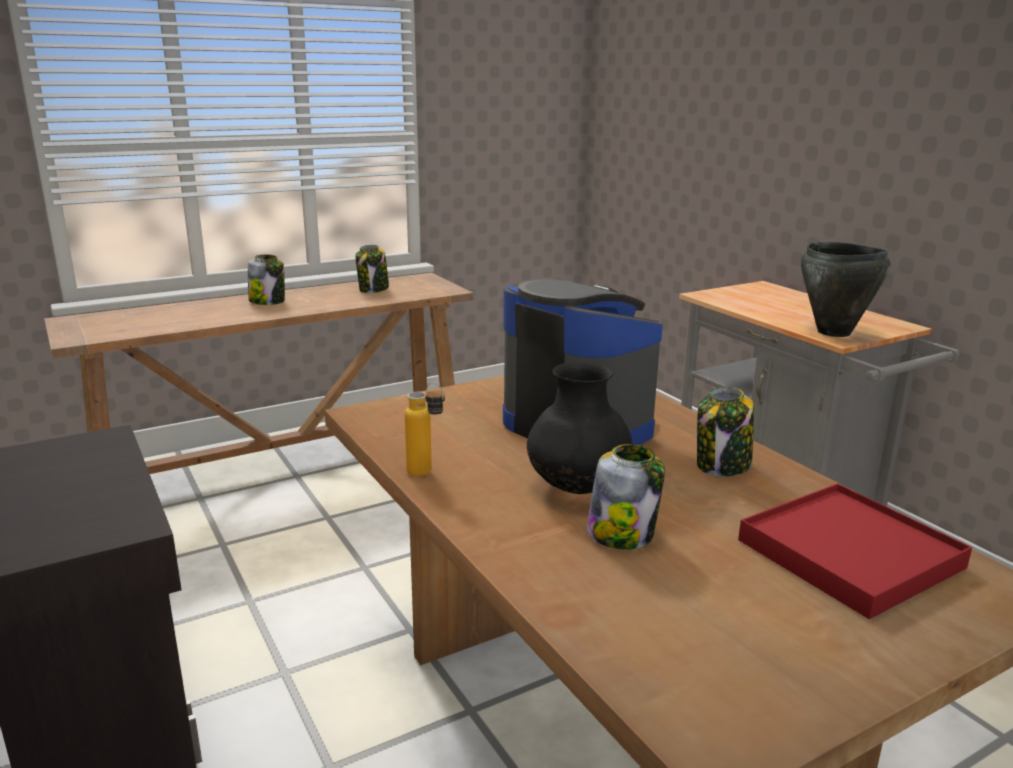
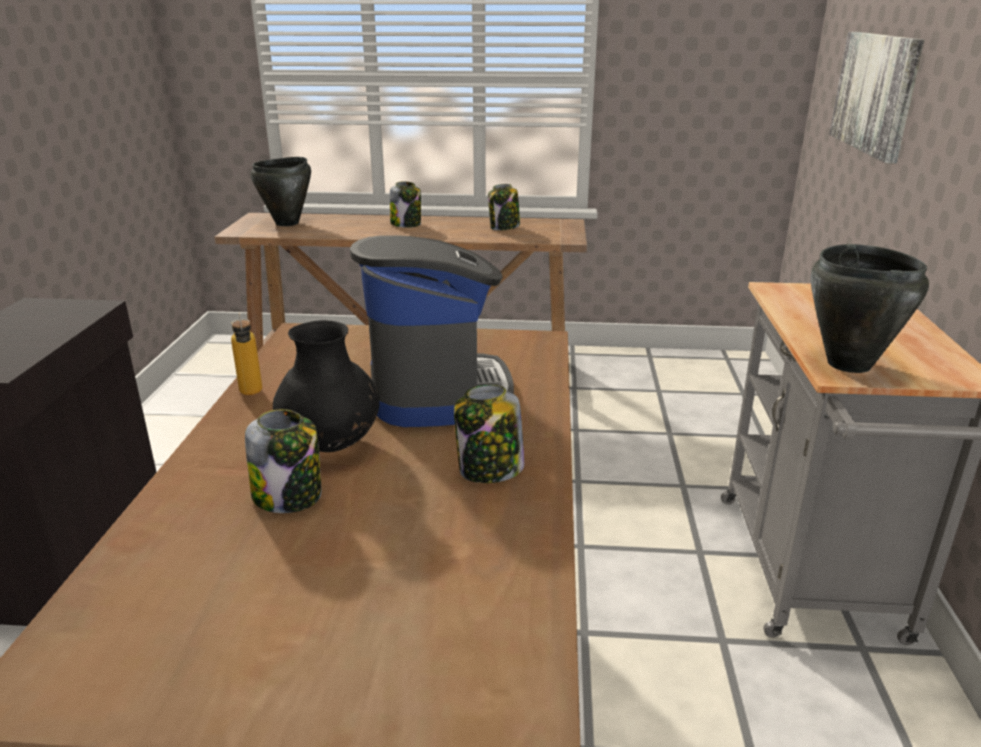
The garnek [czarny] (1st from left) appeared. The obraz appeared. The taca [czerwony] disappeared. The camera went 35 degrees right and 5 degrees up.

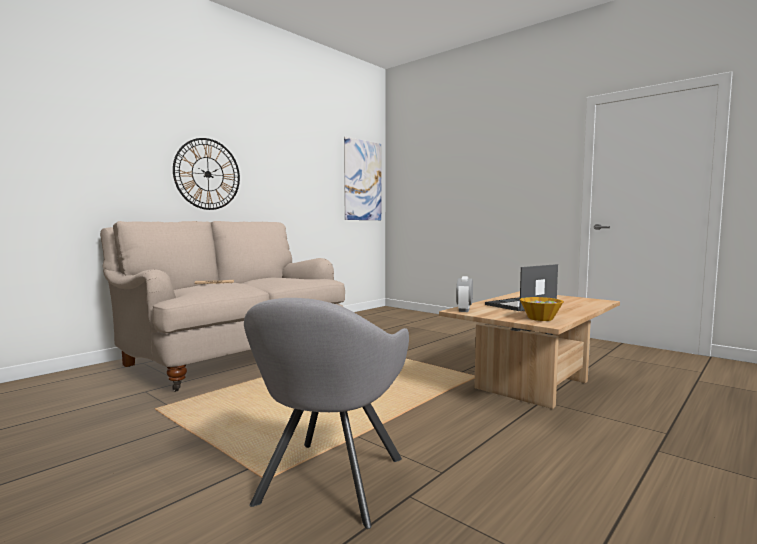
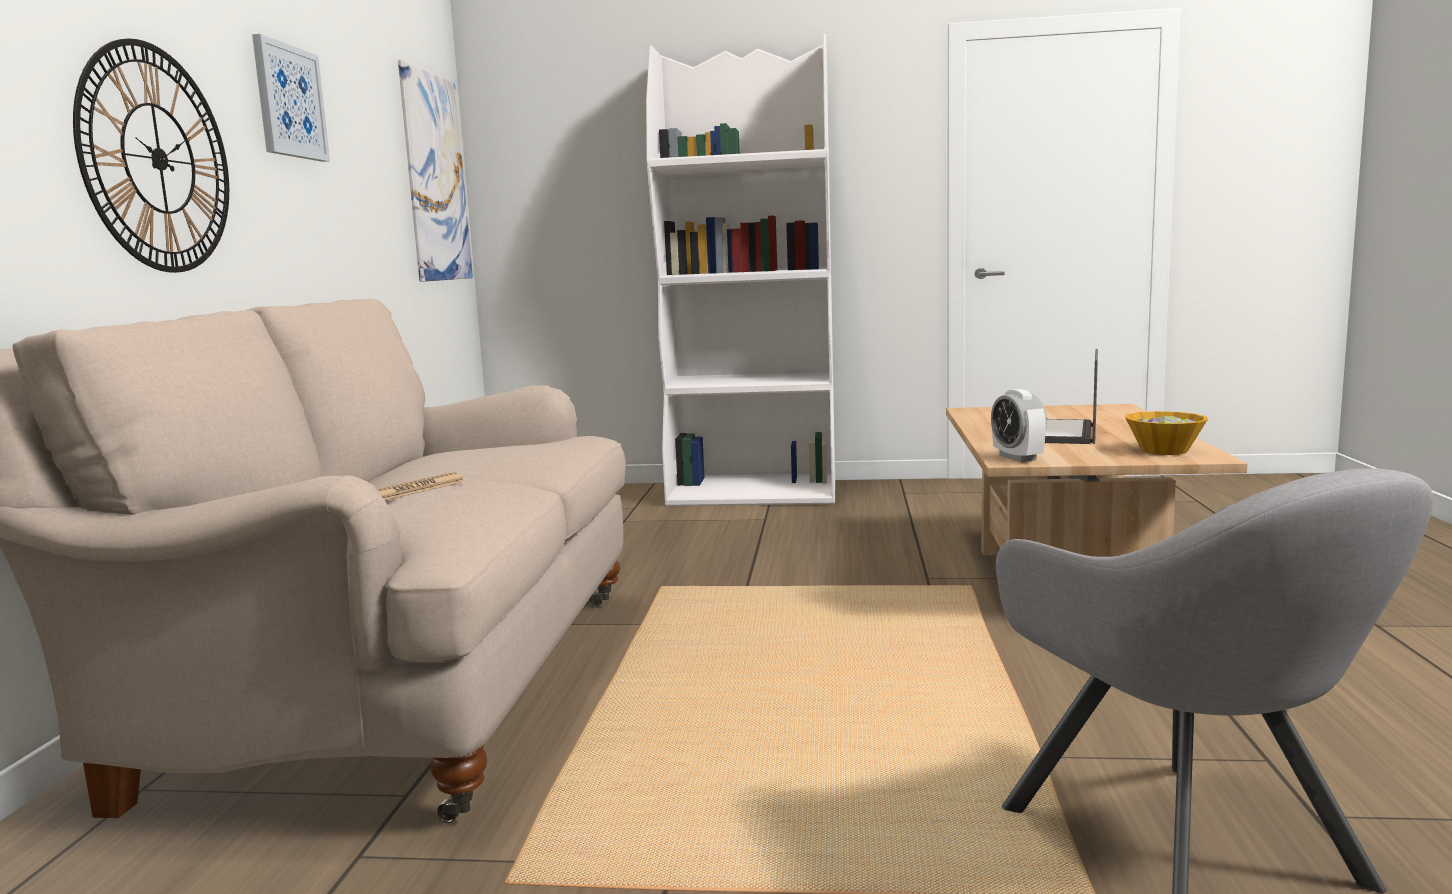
The obraz (1st from left) appeared. The regał [biały] appeared. The camera went 35 degrees left and 5 degrees up.

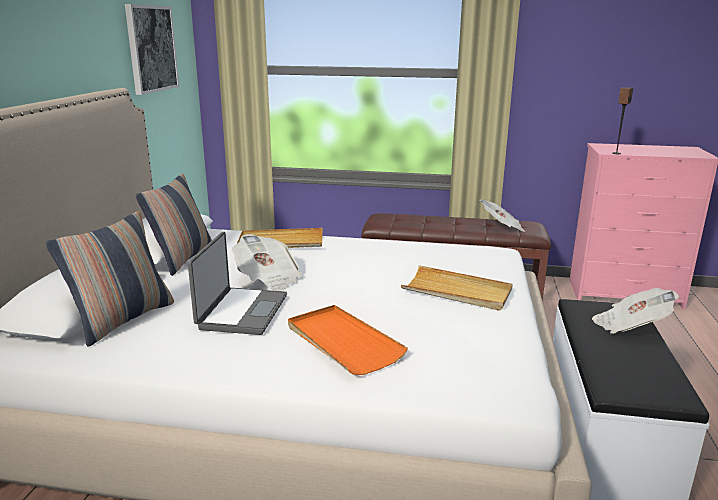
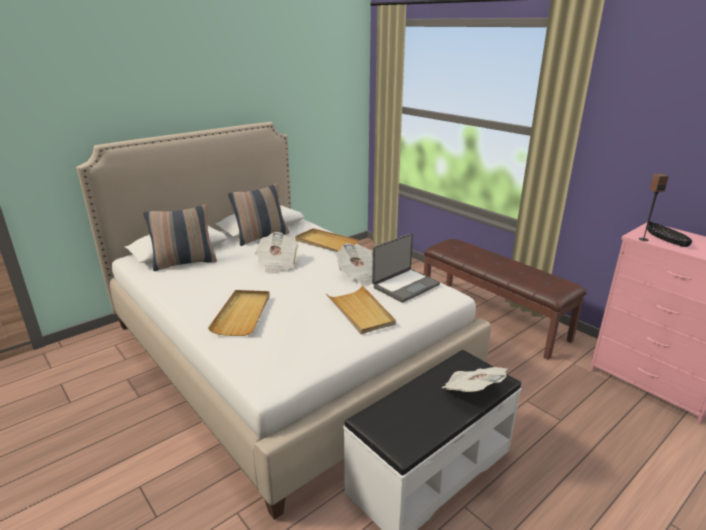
The taca [pomarańczowy] became the taca [beżowy] (1st from left). The gazeta (2nd from left) moved. The laptop moved. The miska [czarny] appeared. The obraz disappeared. The camera went 40 degrees right and 5 degrees up.

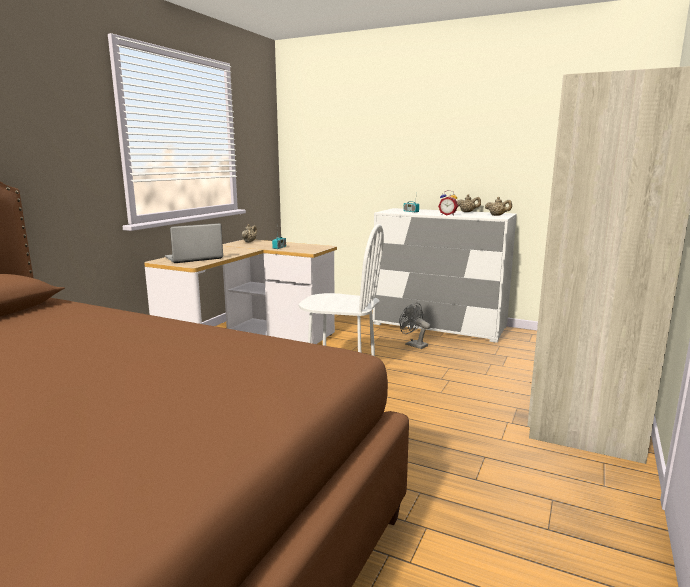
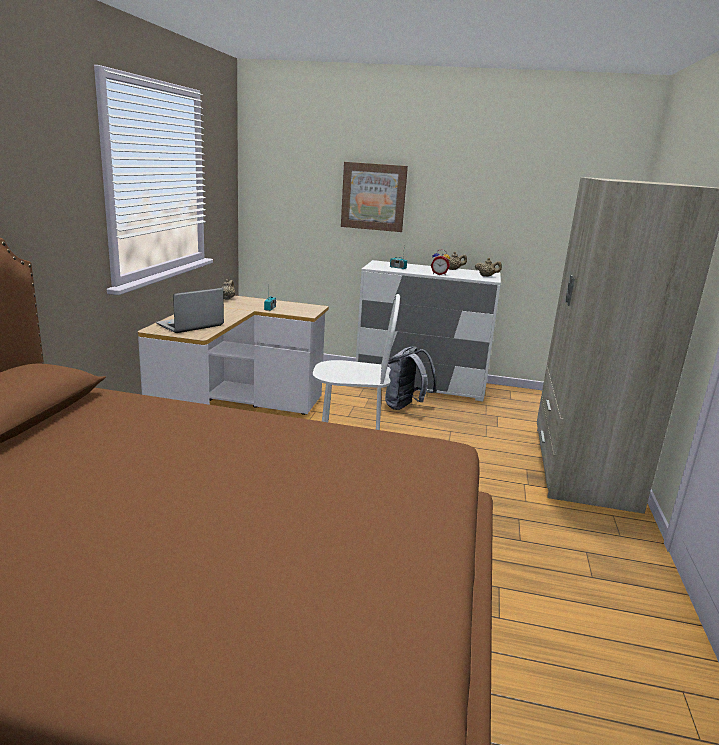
The obraz appeared. The wentylator [szary] was replaced by the plecak [szary]. The camera went 15 degrees left and 5 degrees up.

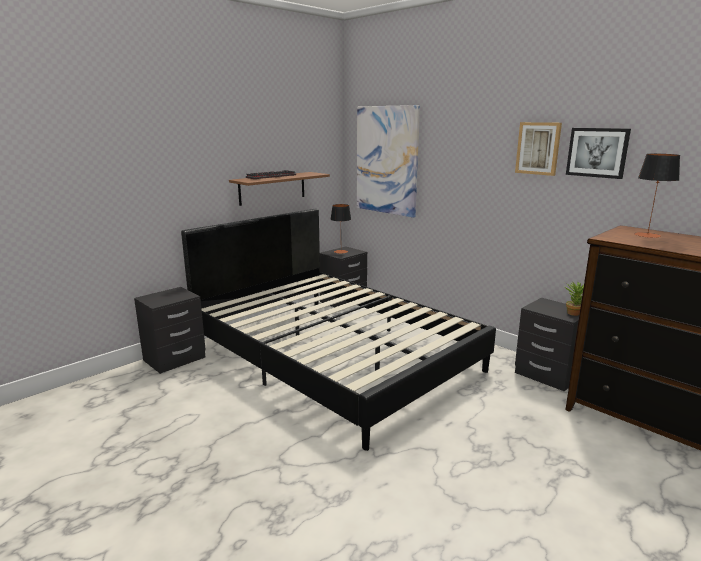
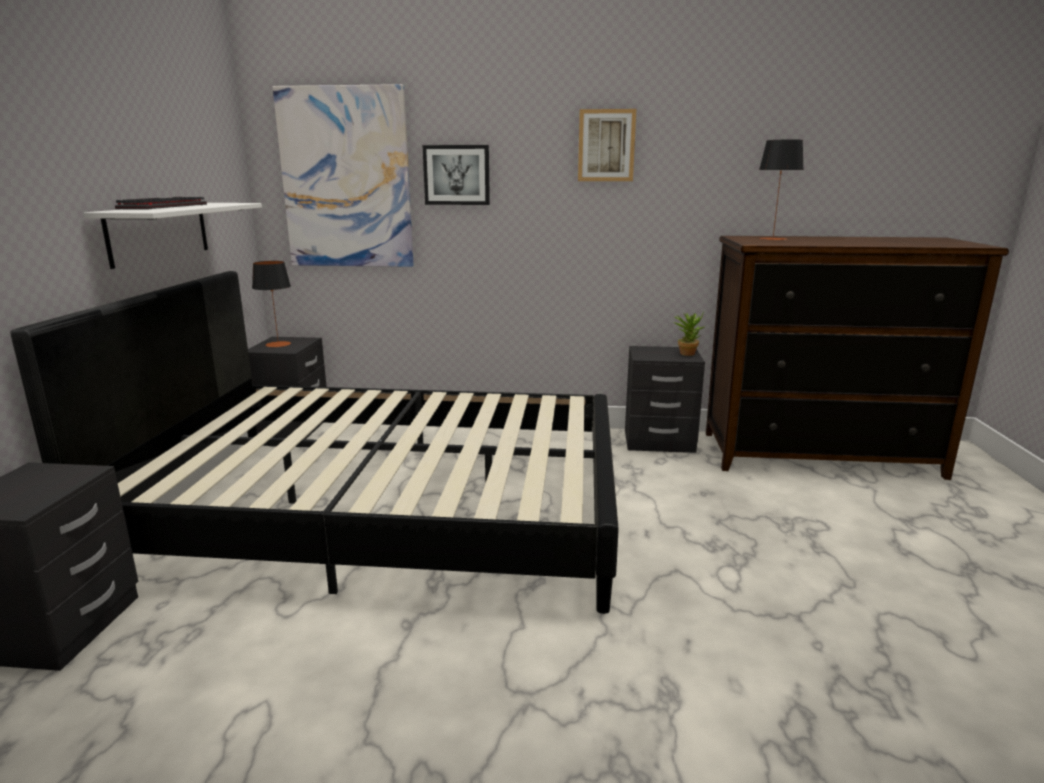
The półka [brązowy] became the półka [biały]. The obraz (3rd from left in the first image) moved. The camera went 40 degrees left and 0 degrees up.

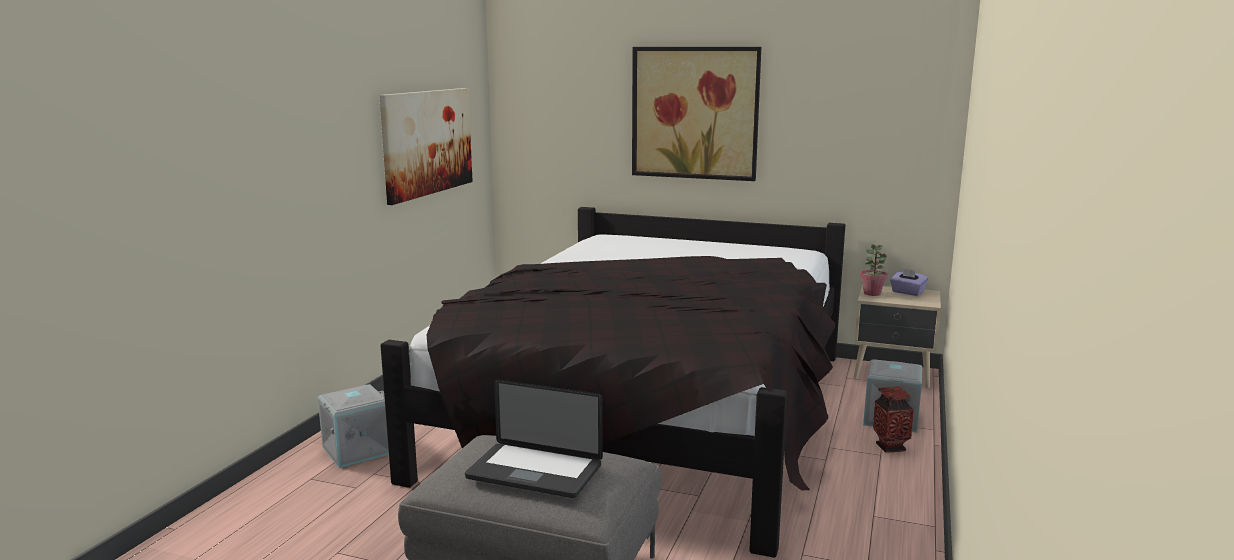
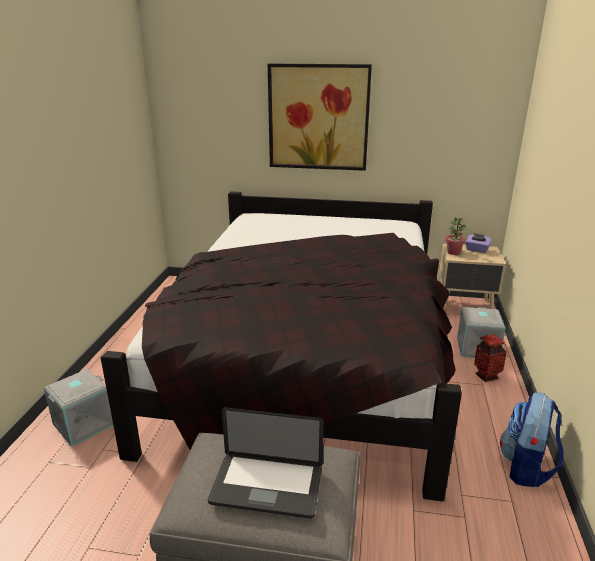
The plecak appeared. The obraz (1st from left) disappeared. The camera went 10 degrees left and 10 degrees up.

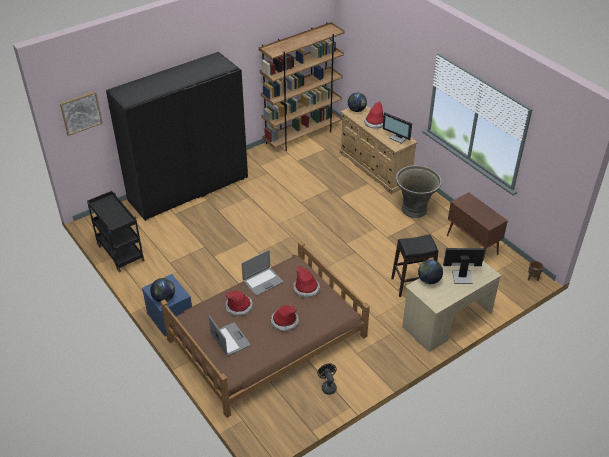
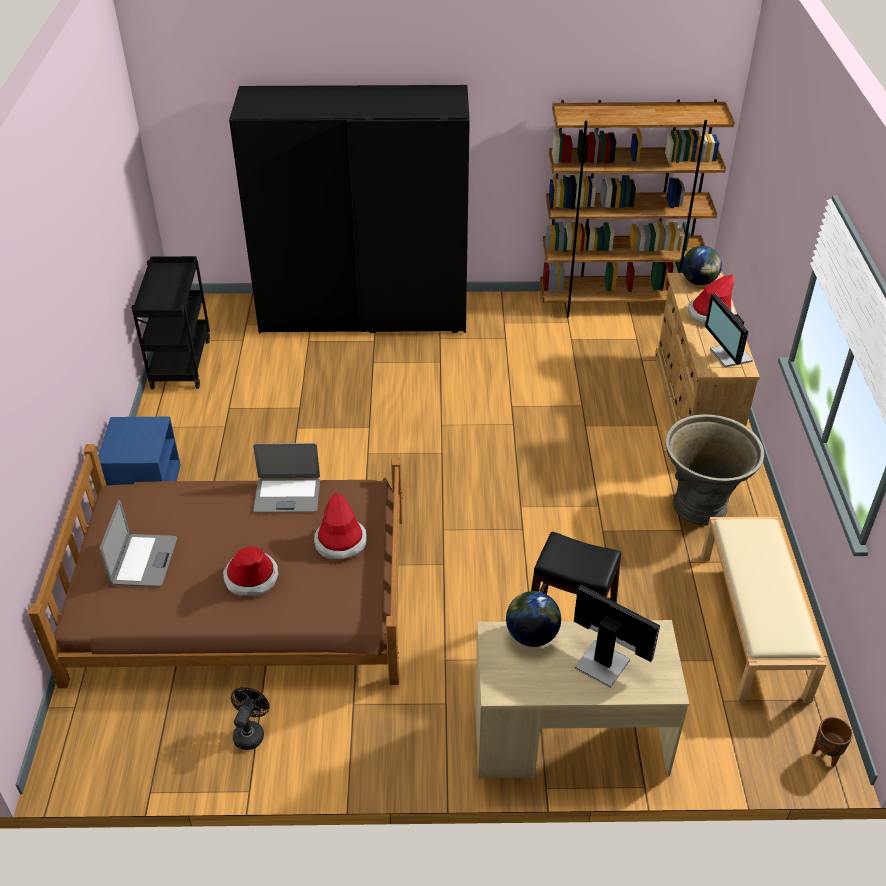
The szafka [brązowy] was replaced by the ławka [beżowy]. The obraz disappeared. The globus (1st from left) disappeared. The kapelusz (1st from left) disappeared. The camera went 35 degrees right and 0 degrees up.

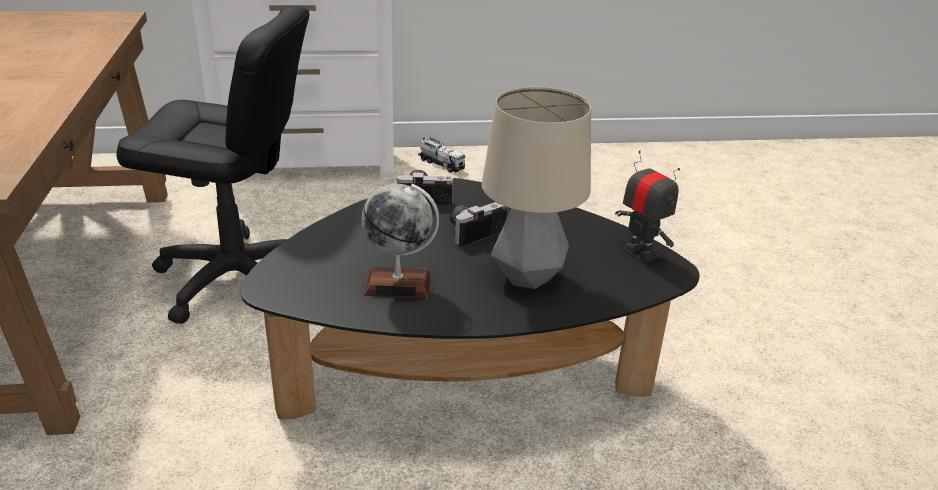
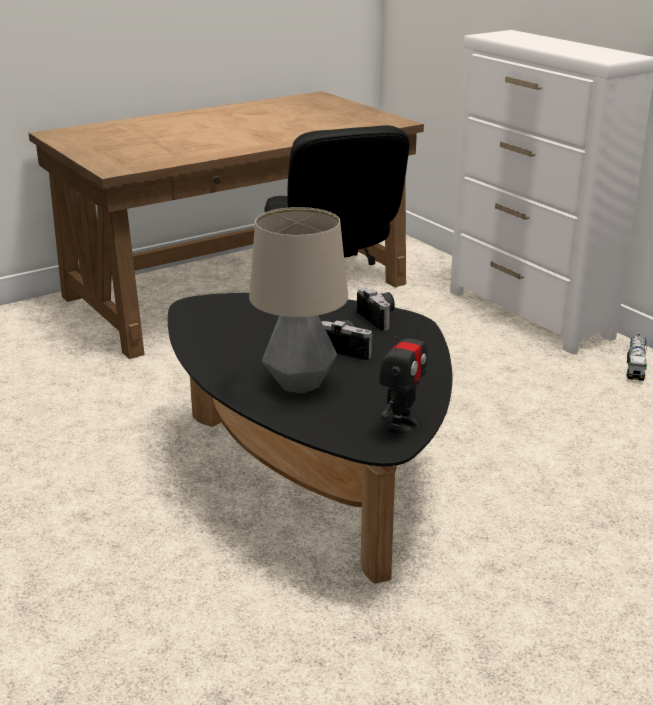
The globus disappeared. The camera went 65 degrees right and 5 degrees down.

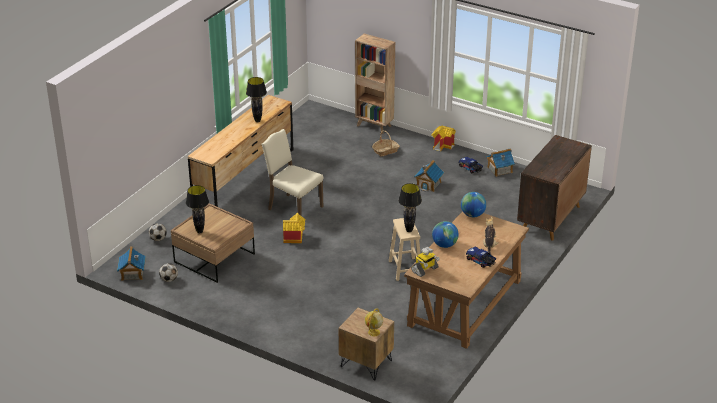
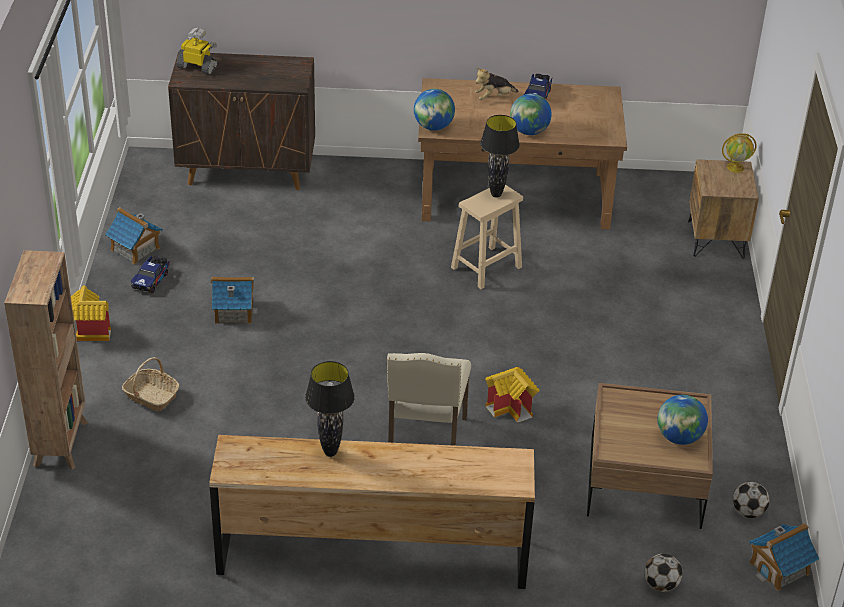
The robot zabawkowy moved. The lampa stołowa [czarny] (1st from left) was replaced by the globus (3rd from left). The camera went 120 degrees left and 5 degrees up.

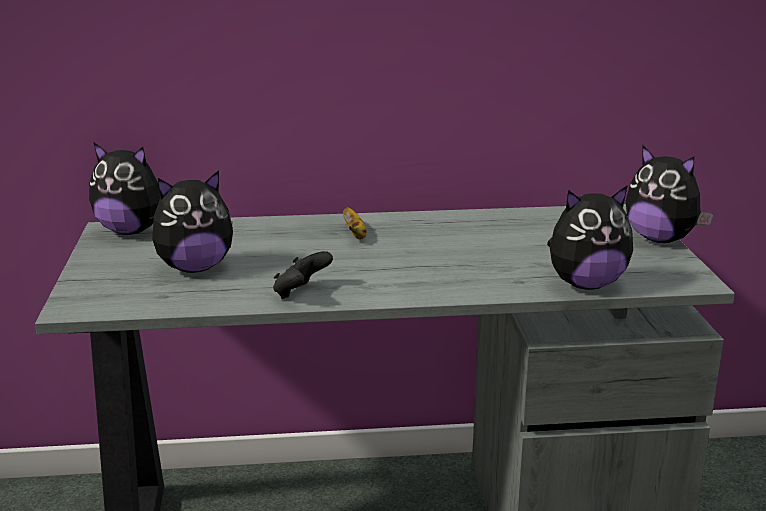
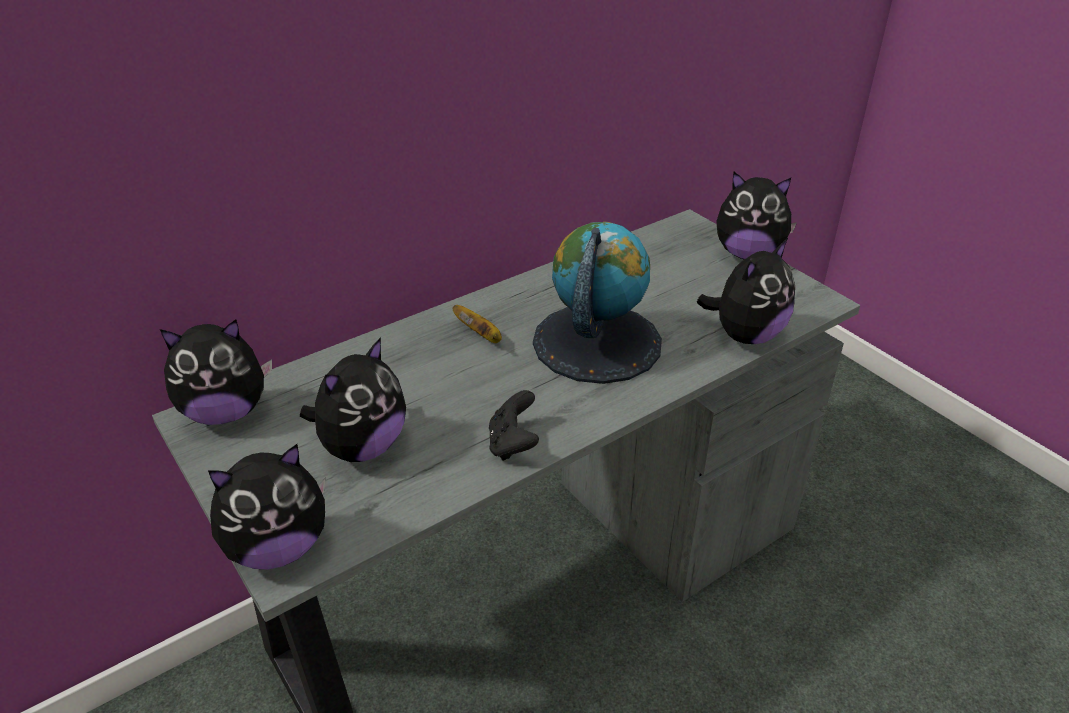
The pluszak (2nd from left) appeared. The globus appeared. The camera went 30 degrees left and 15 degrees up.

